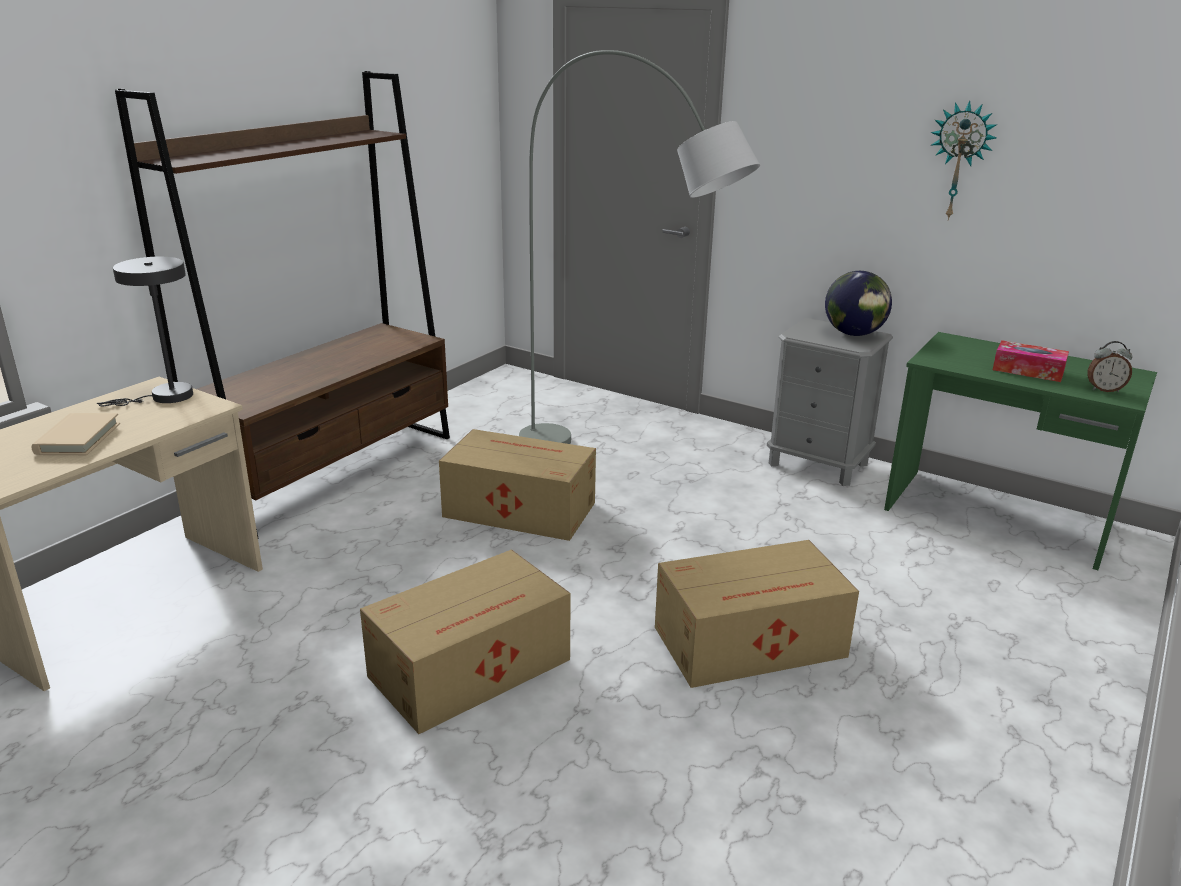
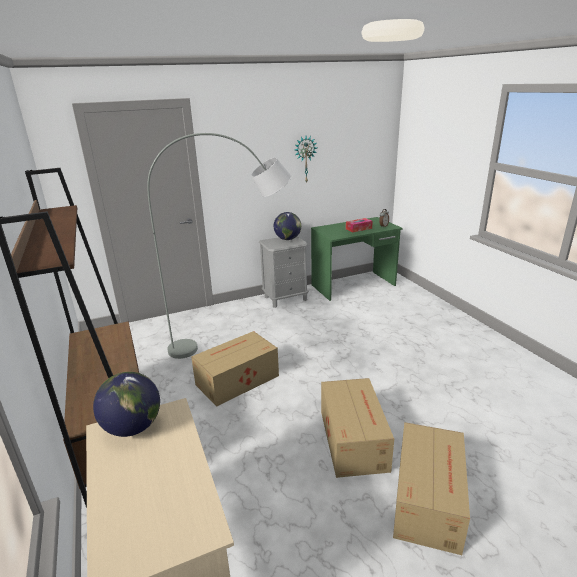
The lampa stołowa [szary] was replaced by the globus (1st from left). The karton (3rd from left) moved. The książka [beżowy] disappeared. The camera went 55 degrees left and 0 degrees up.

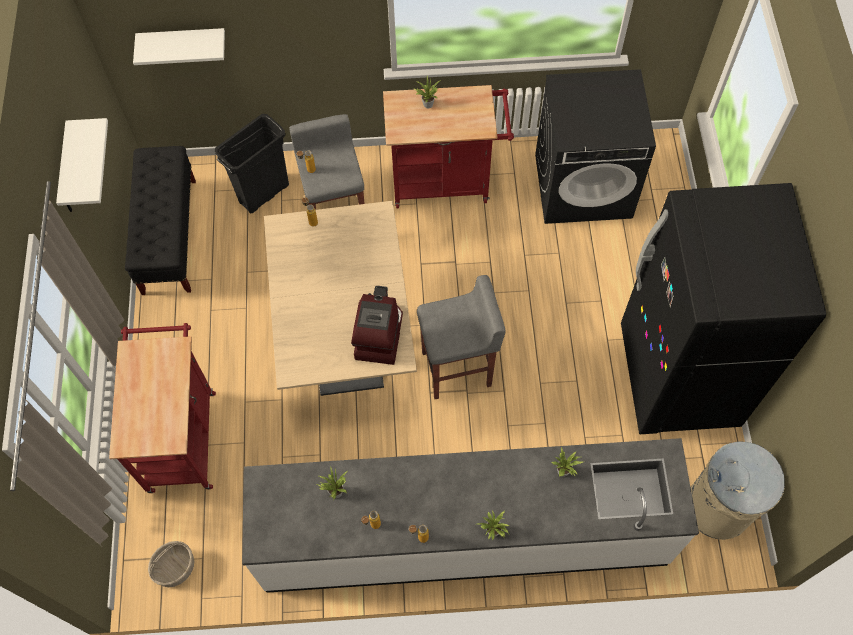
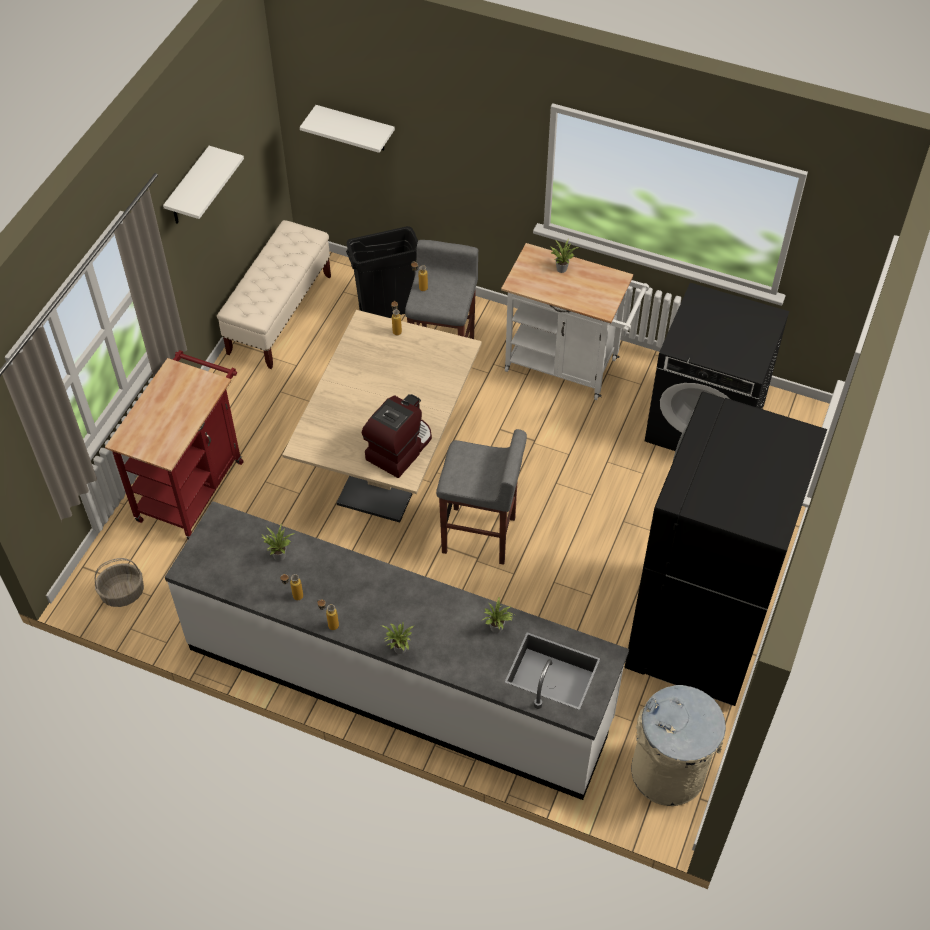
The ławka [czarny] became the ławka [beżowy]. The wózek [czerwony] (2nd from left) became the wózek [biały]. The camera went 25 degrees right and 10 degrees down.

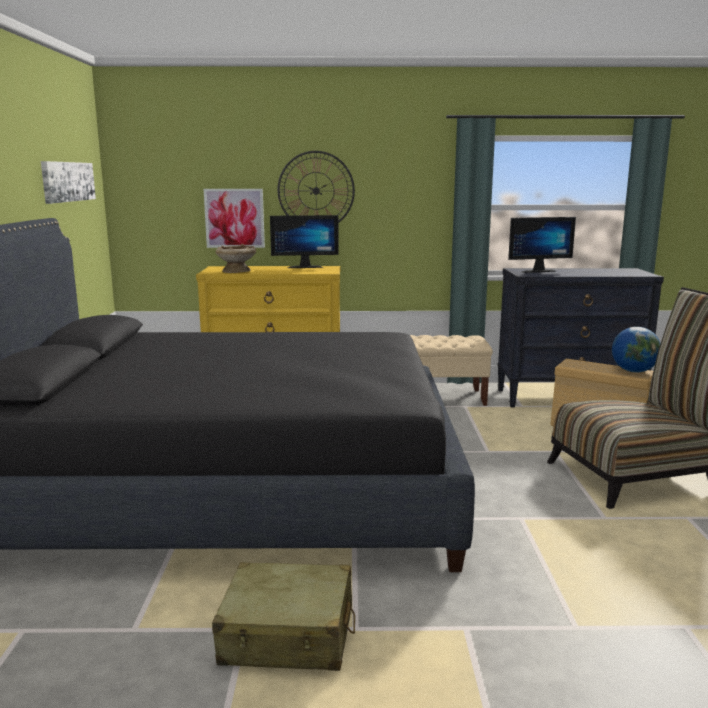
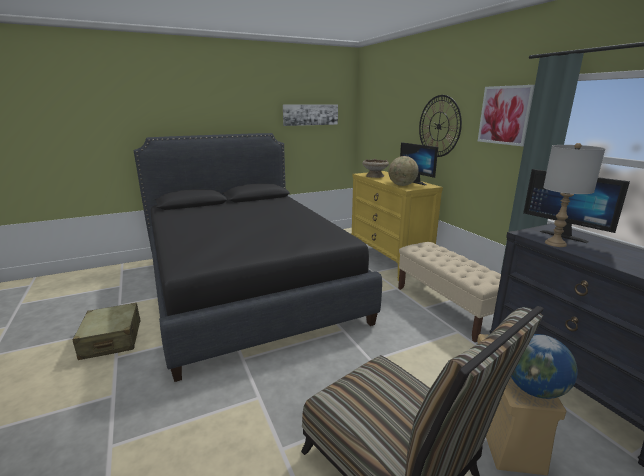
The globus (1st from left) appeared. The obraz (2nd from left) moved. The lampa stołowa [szary] appeared. The camera went 65 degrees right and 5 degrees up.

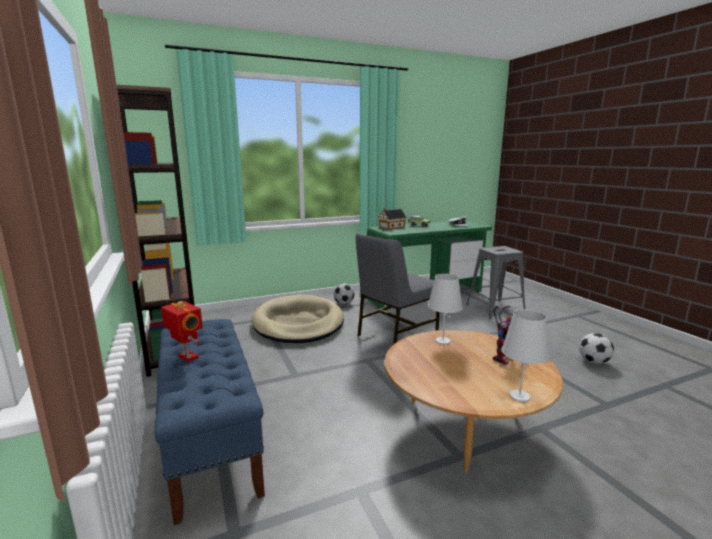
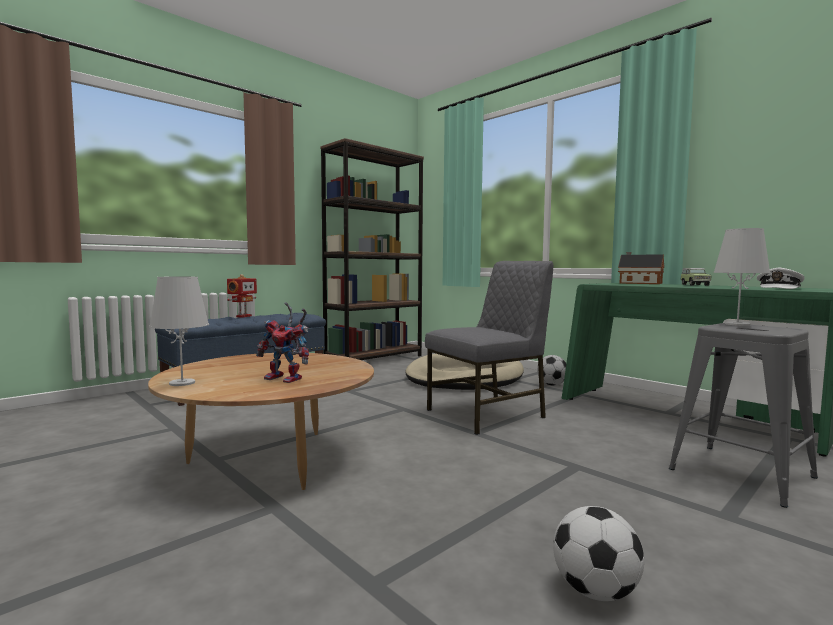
The krzesło [szary] turned 120 degrees clockwise. The lampa stołowa [biały] (1st from left in the first image) moved. The camera went 70 degrees right and 10 degrees down.

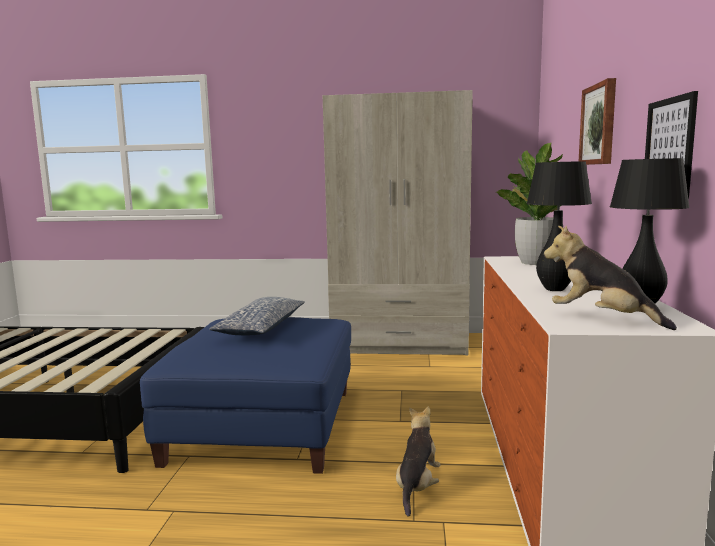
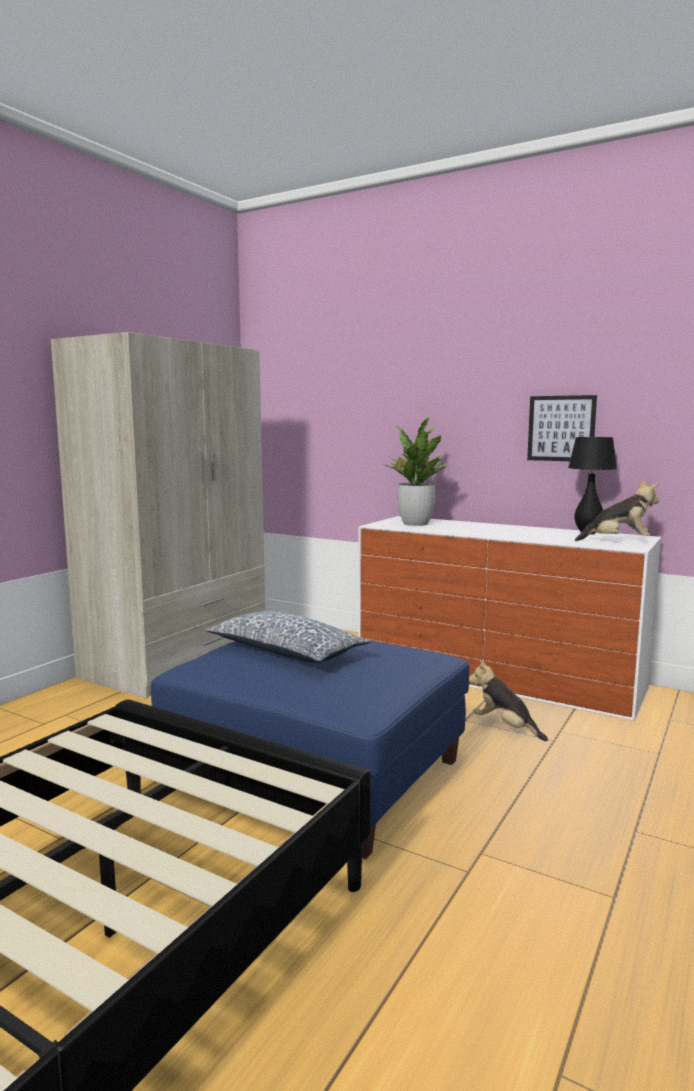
The pluszak (2nd from left) turned 150 degrees counterclockwise. The lampa stołowa [czarny] (1st from left) disappeared. The obraz (1st from left) disappeared. The camera went 65 degrees left and 0 degrees up.

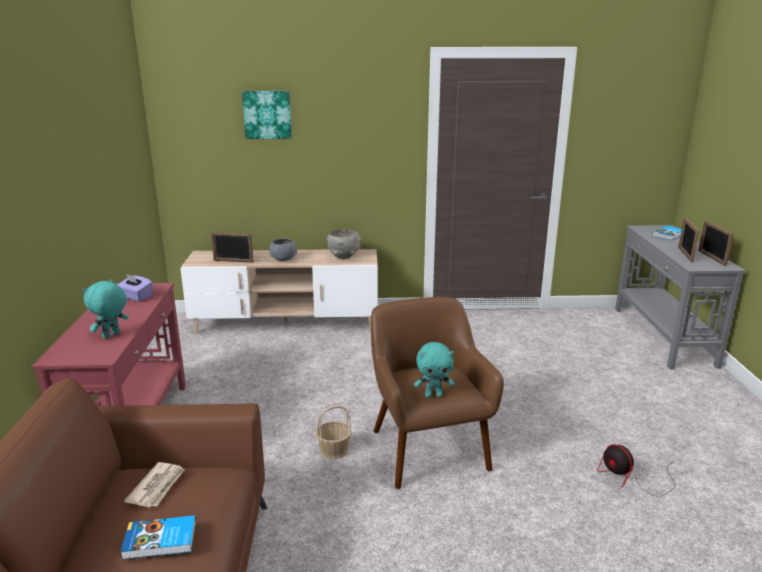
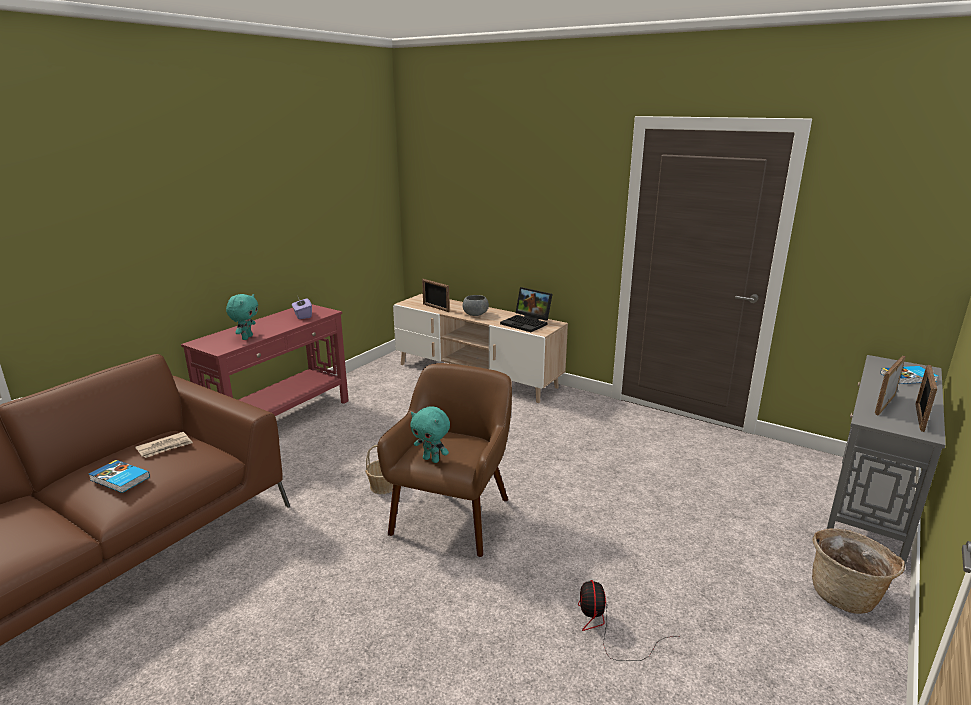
The pluszak [turkusowy] (1st from left) turned 120 degrees clockwise. The miska [szary] (2nd from left) was replaced by the laptop. The koszyk (2nd from left) appeared. The obraz disappeared. The camera went 35 degrees right and 0 degrees up.

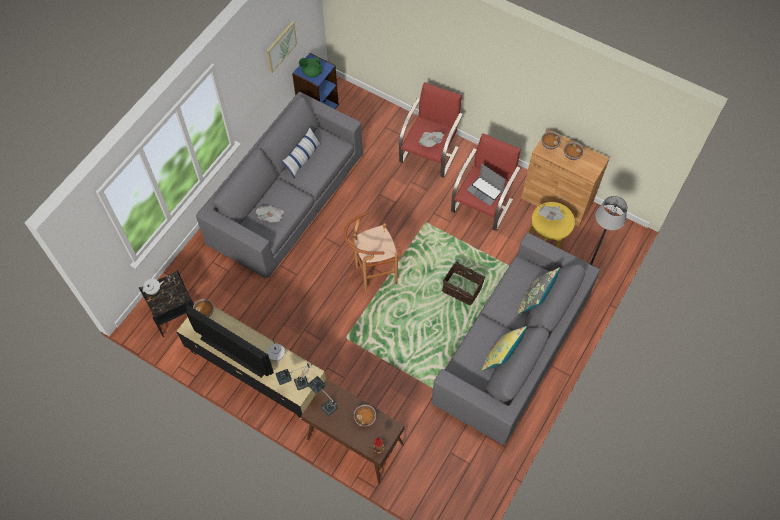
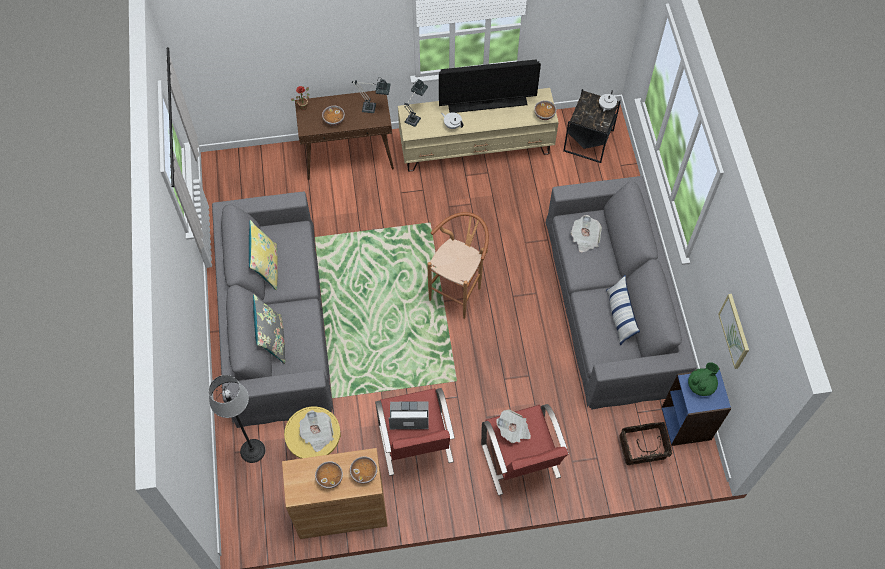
The koszyk moved. The camera went 140 degrees right and 0 degrees up.

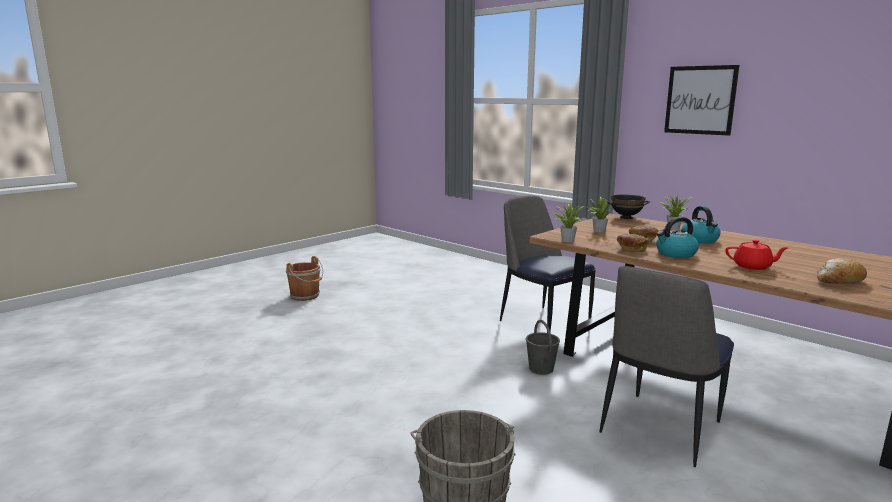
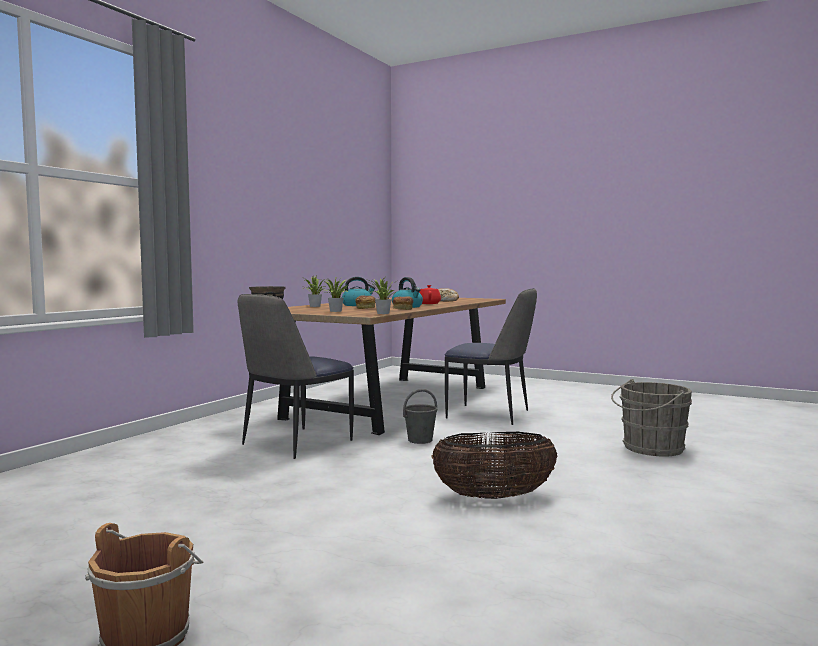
The koszyk appeared. The obraz disappeared. The camera went 105 degrees left and 10 degrees down.

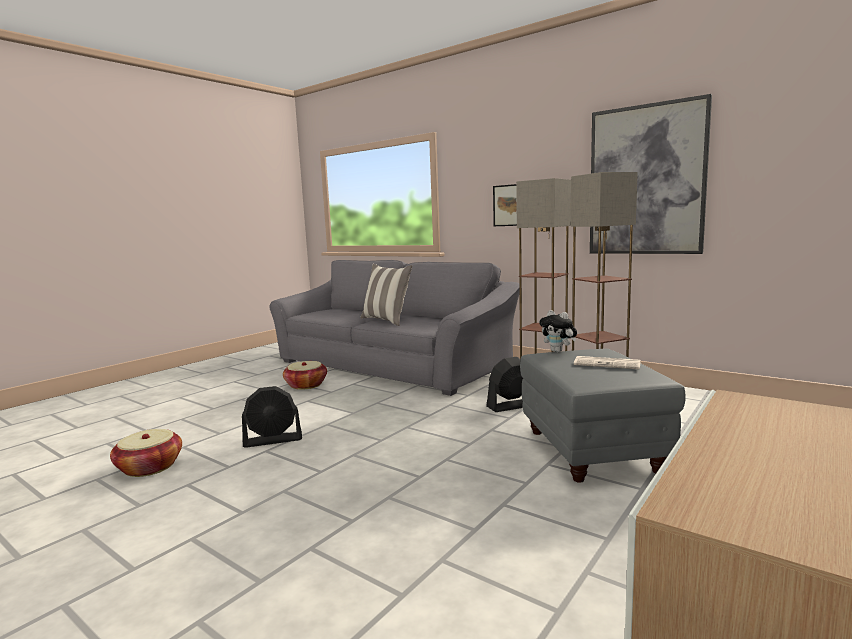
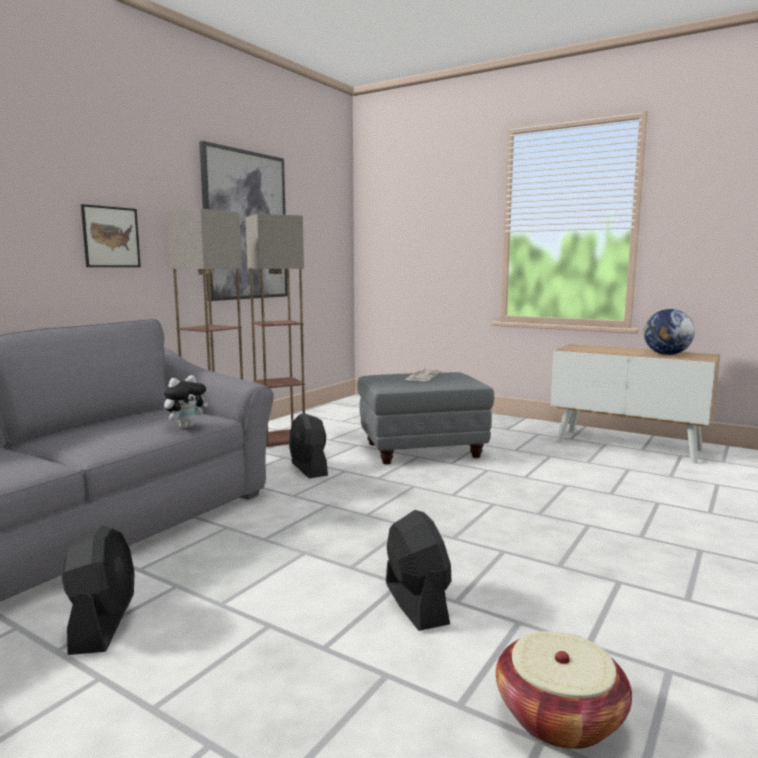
The koszyk (2nd from left) was replaced by the wentylator [czarny] (1st from left). The pluszak moved. The globus appeared. The poduszka disappeared. The camera went 95 degrees left and 0 degrees up.

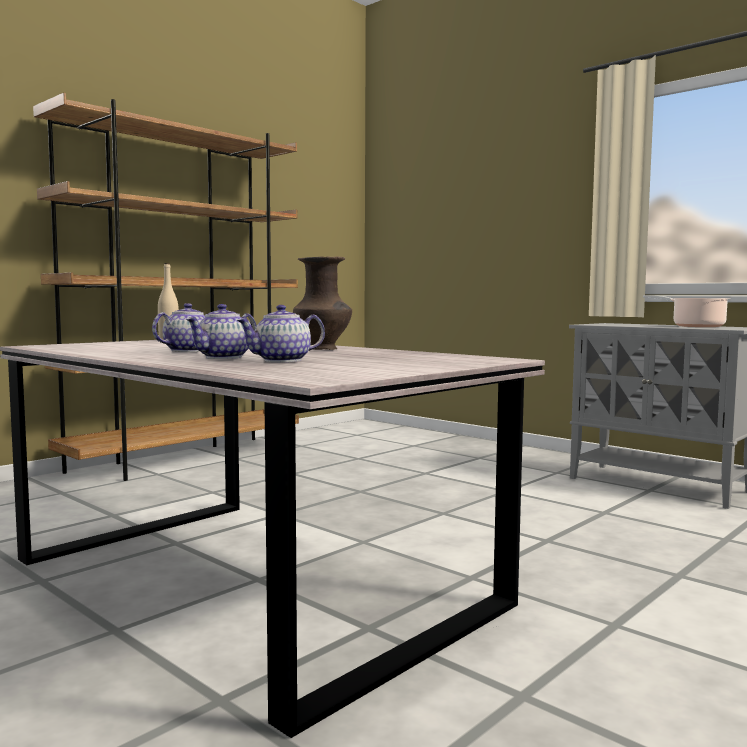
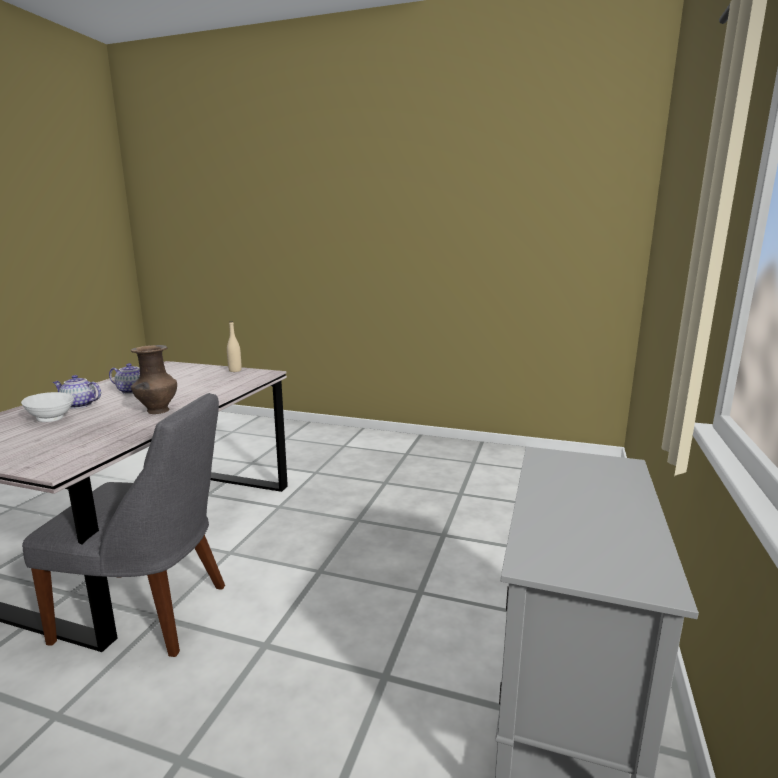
The imbryk (3rd from left) was replaced by the miska [biały]. The krzesło [szary] appeared. The regał [brązowy] disappeared. The garnek disappeared. The camera went 65 degrees right and 10 degrees up.

